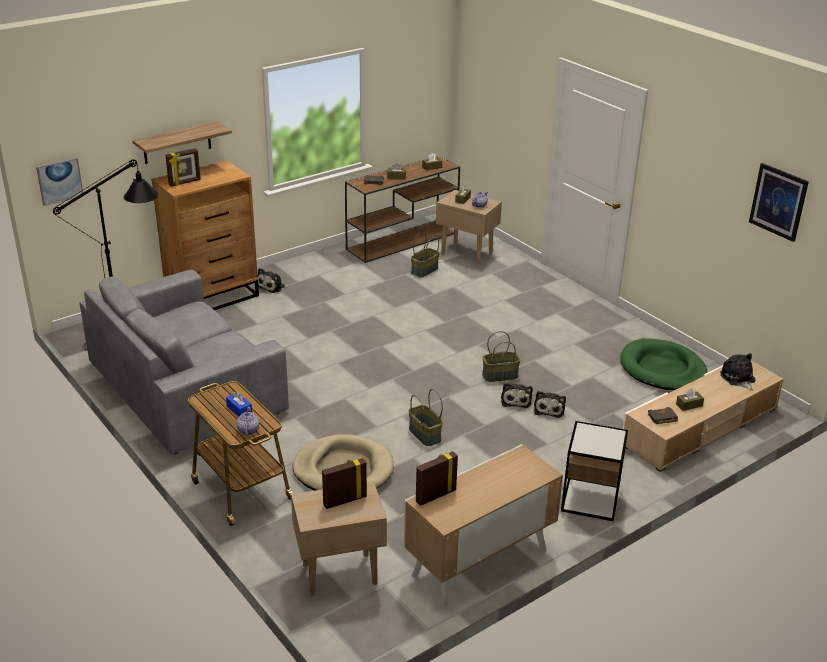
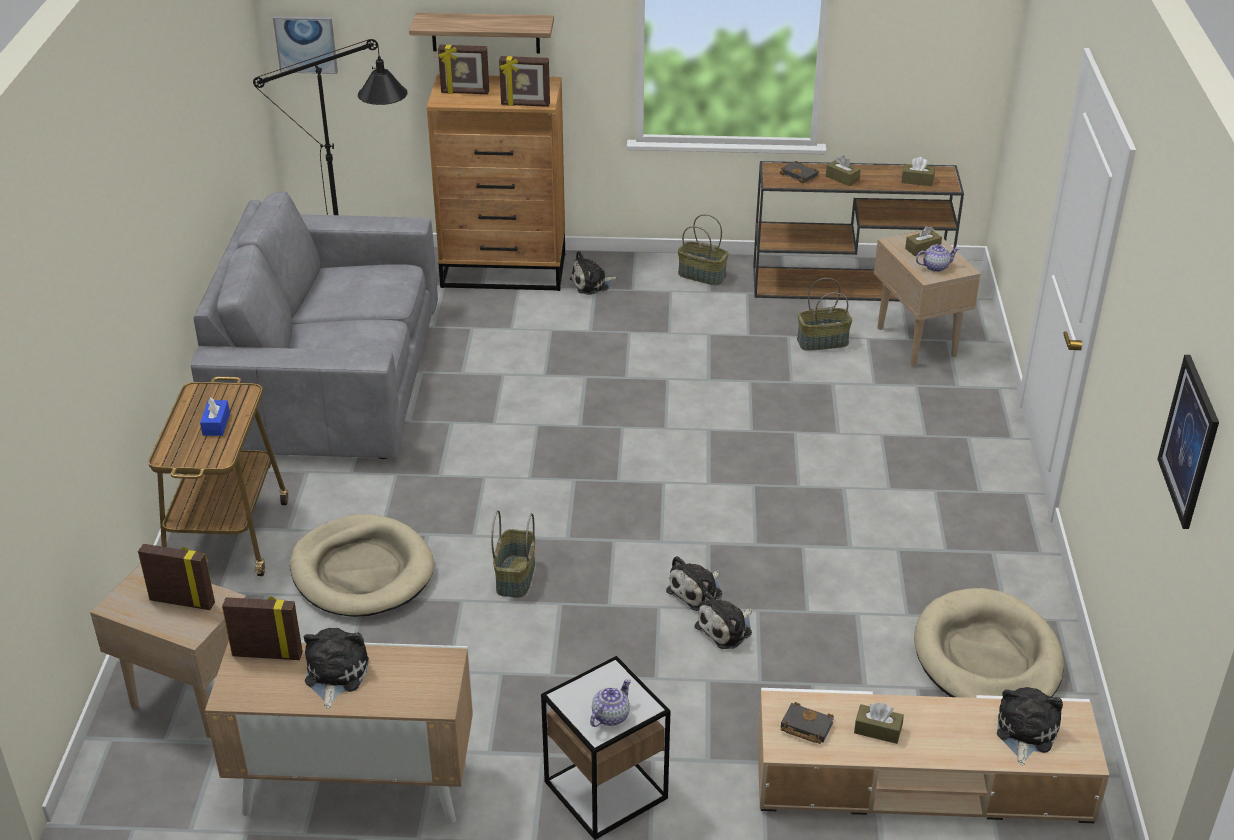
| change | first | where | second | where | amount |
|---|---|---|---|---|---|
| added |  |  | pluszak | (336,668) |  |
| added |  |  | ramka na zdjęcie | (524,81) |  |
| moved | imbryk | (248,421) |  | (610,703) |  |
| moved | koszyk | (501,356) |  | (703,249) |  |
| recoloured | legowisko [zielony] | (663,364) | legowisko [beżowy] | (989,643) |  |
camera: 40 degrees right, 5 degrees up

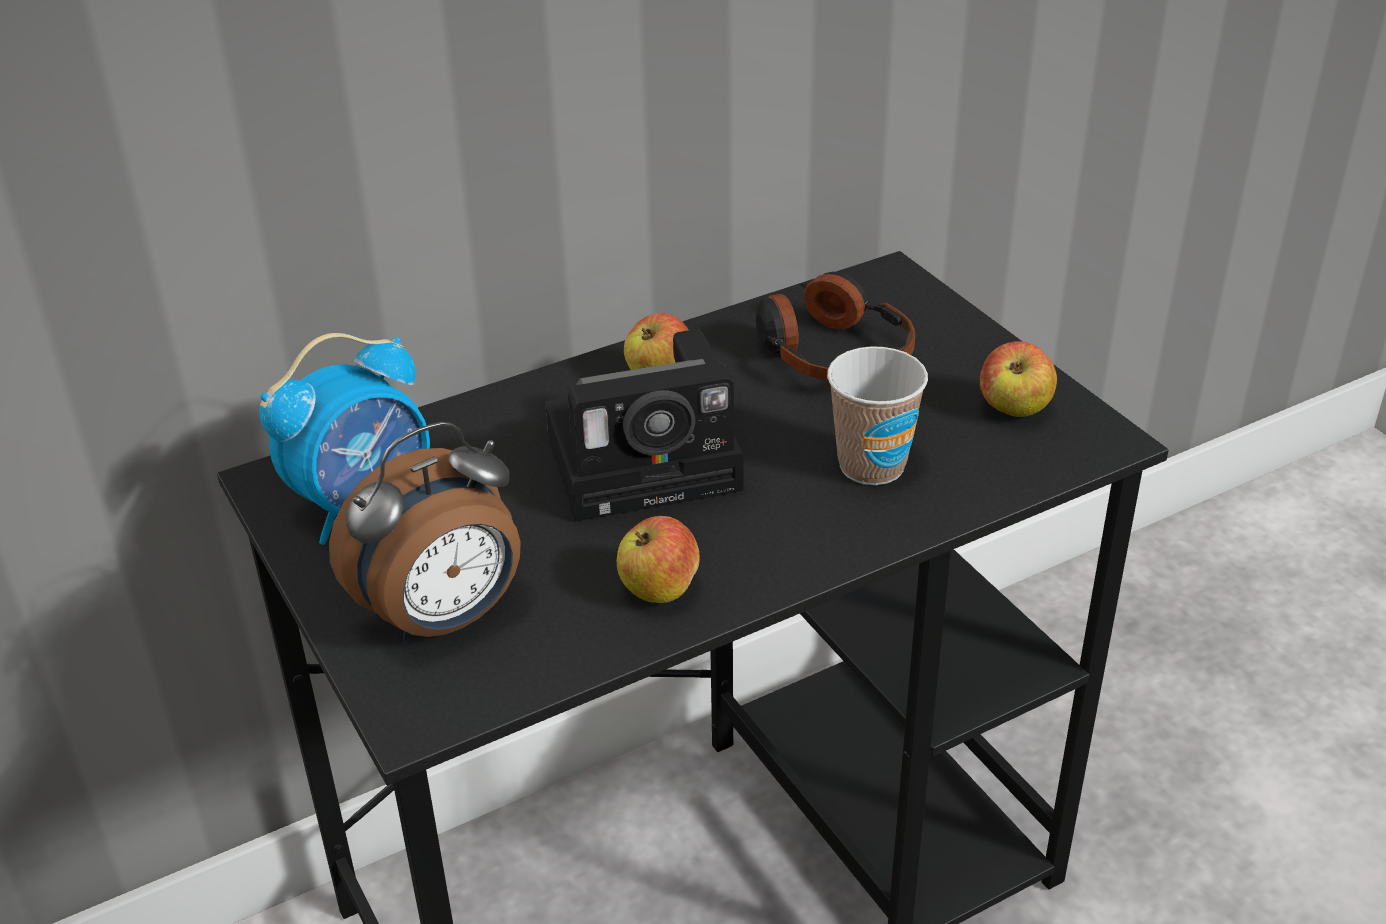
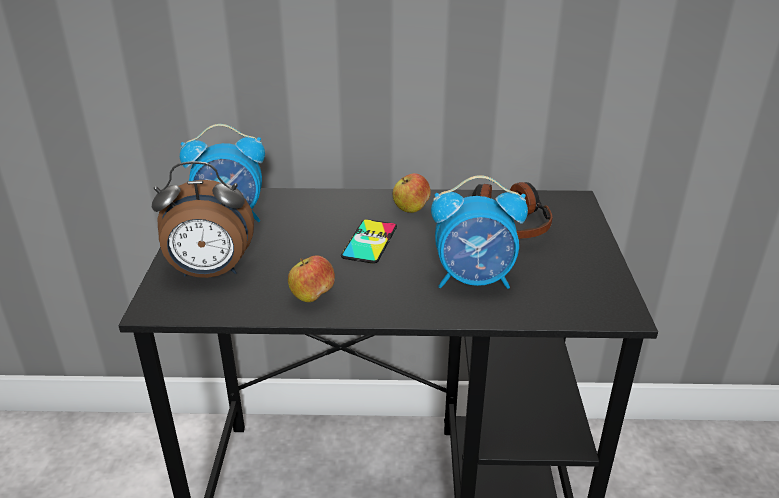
| change | first | where | second | where | amount |
|---|---|---|---|---|---|
| removed | jabłko | (1018,379) |  |  |  |
| replaced | aparat fotograficzny | (644,425) | telefon | (369,241) |  |
| replaced | filiżanka | (877,415) | budzik | (479,232) |  |
camera: 30 degrees right, 5 degrees down

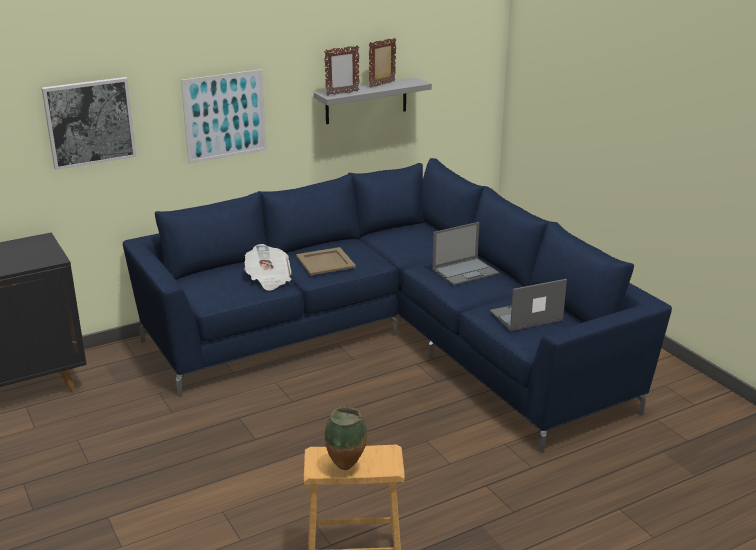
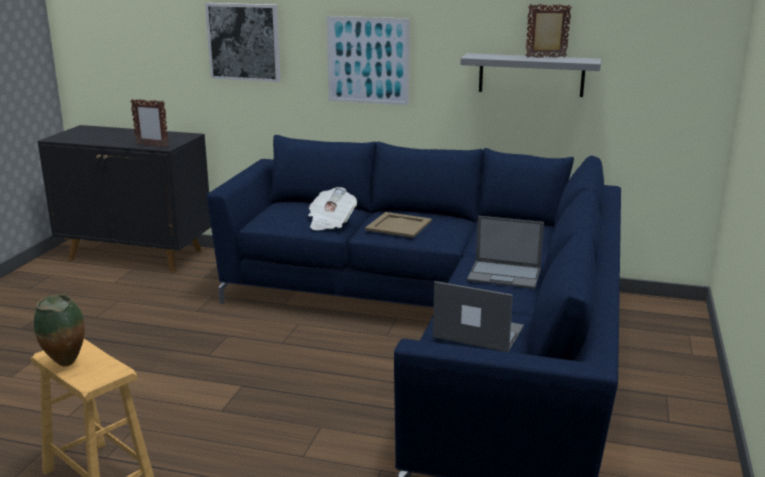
| change | first | where | second | where | amount |
|---|---|---|---|---|---|
| moved | ramka na zdjęcie | (342,70) |  | (149,123) |  |
camera: 45 degrees right, 5 degrees down

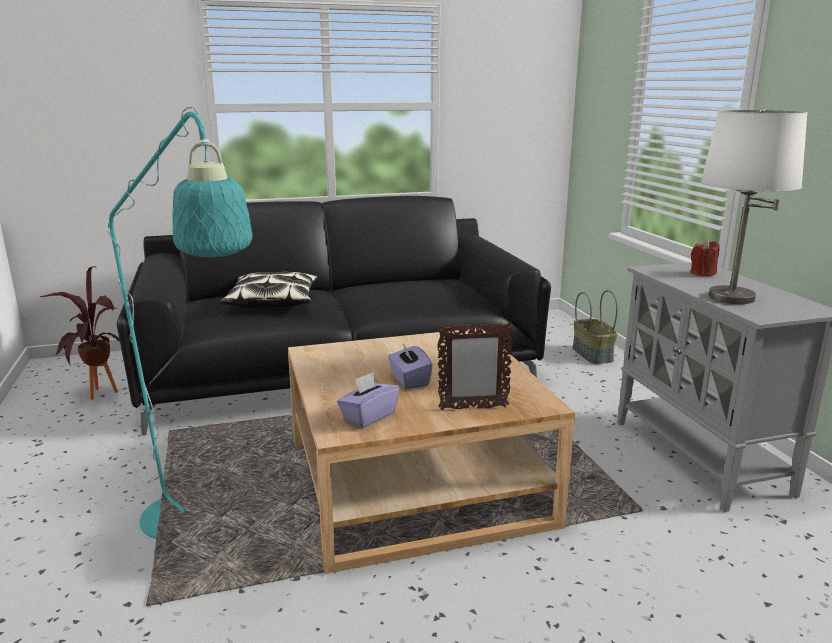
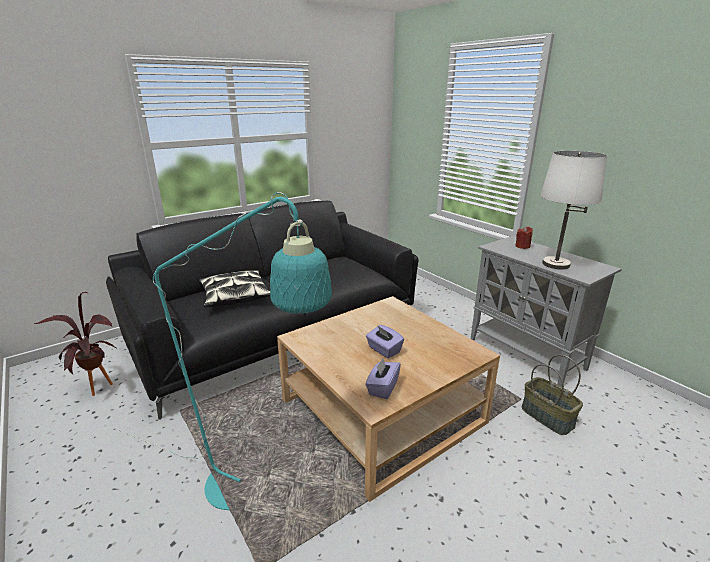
| change | first | where | second | where | amount |
|---|---|---|---|---|---|
| removed | ramka na zdjęcie | (475,365) |  |  |  |
| moved | koszyk | (595,327) |  | (552,395) |  |
camera: 20 degrees left, 5 degrees up

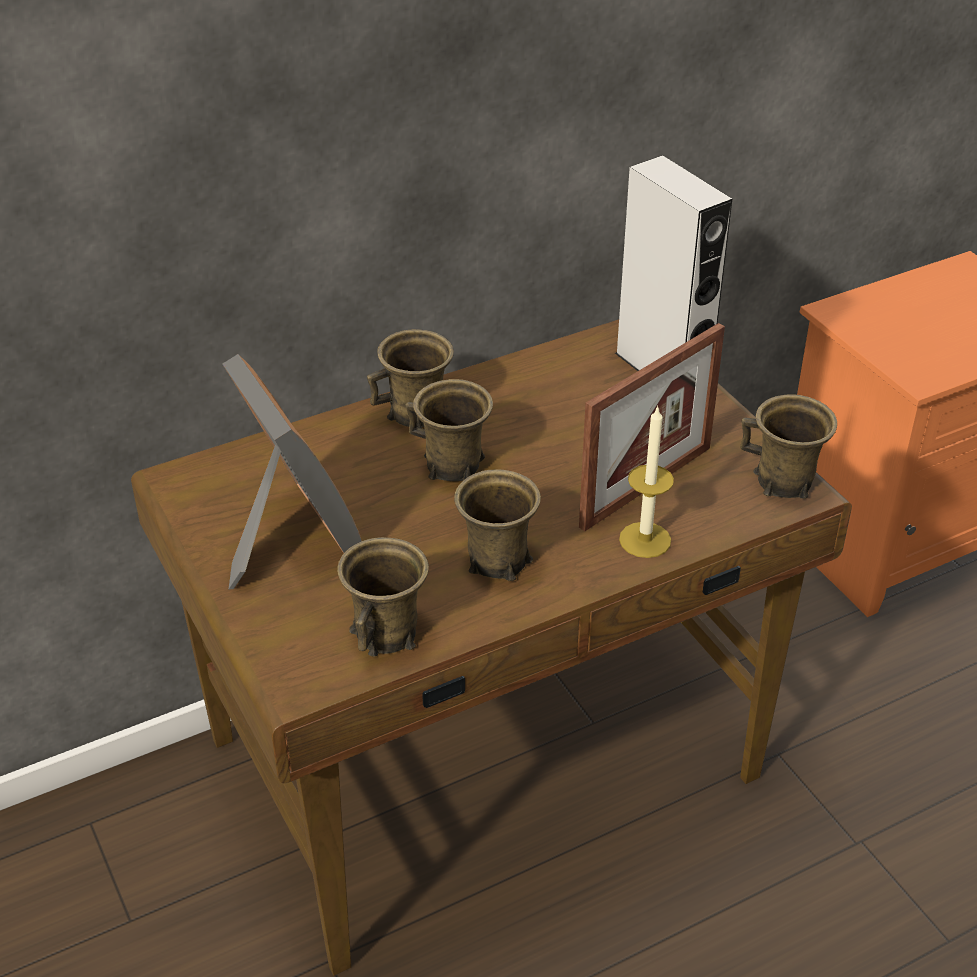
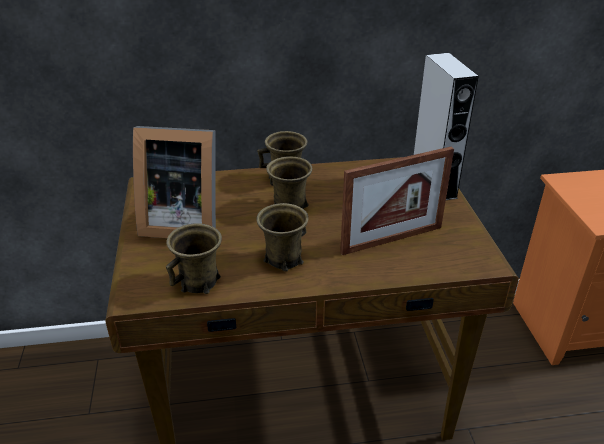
| change | first | where | second | where | amount |
|---|---|---|---|---|---|
| removed | świeca | (646,481) |  |  |  |
| removed | kubek [brązowy] | (788,446) |  |  |  |
| turned | ramka na zdjęcie | (292,472) |  | (174,182) | 105 degrees clockwise |
camera: 20 degrees right, 5 degrees down

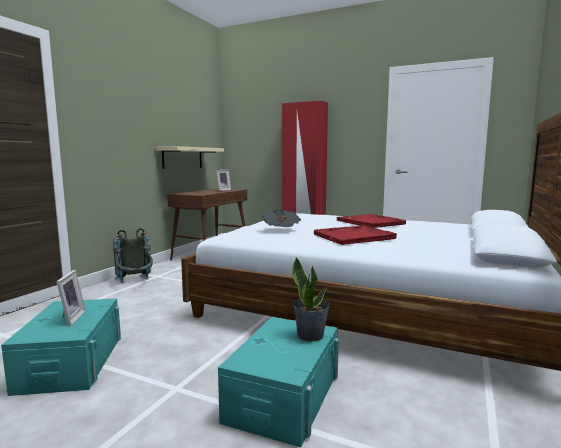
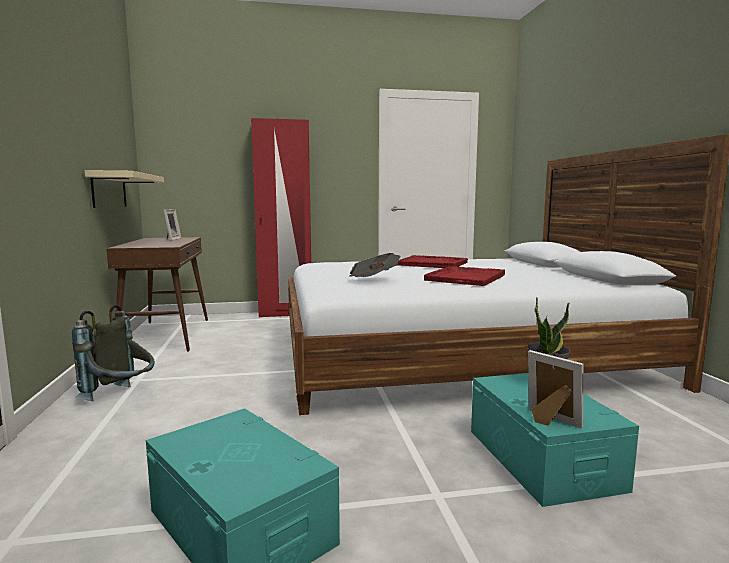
| change | first | where | second | where | amount |
|---|---|---|---|---|---|
| moved | ramka na zdjęcie | (71,298) |  | (556,389) |  |
camera: 35 degrees left, 0 degrees up

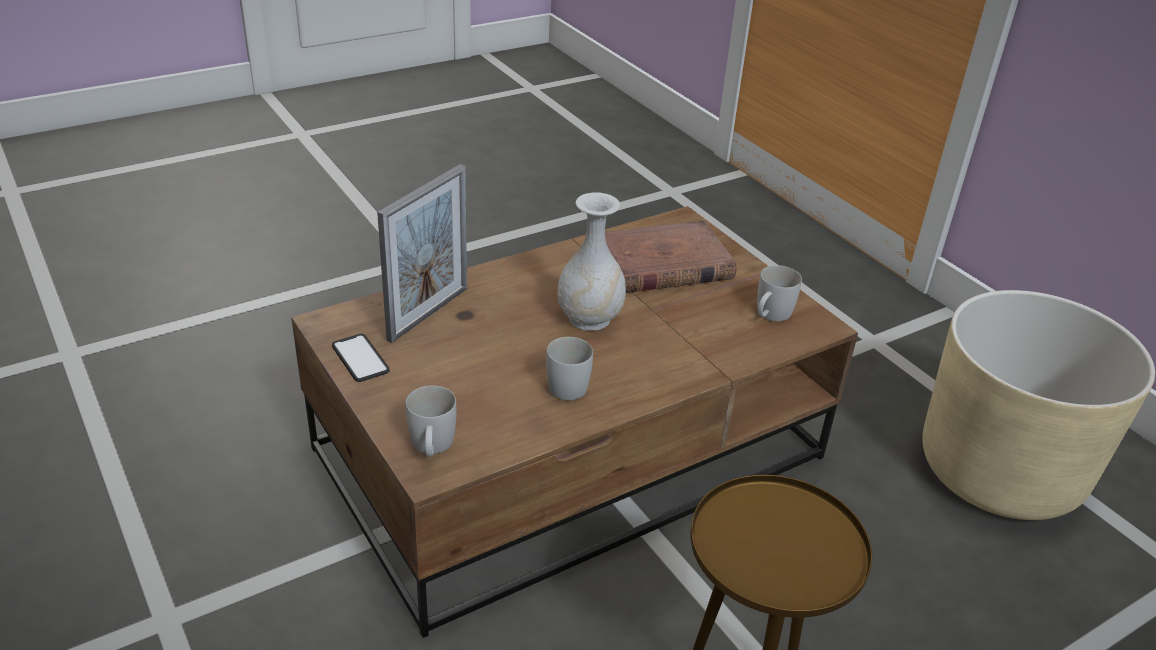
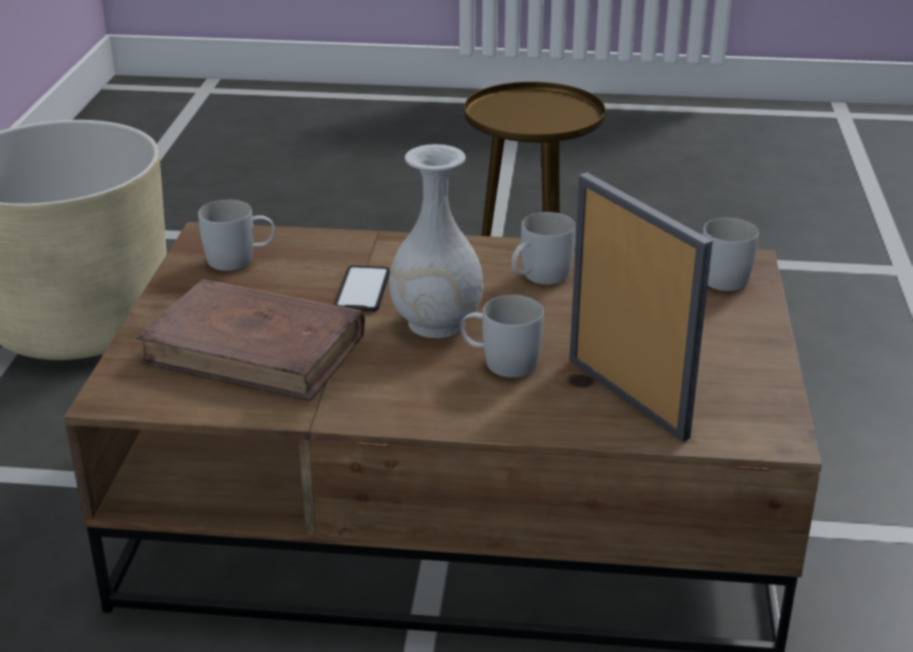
| change | first | where | second | where | amount |
|---|---|---|---|---|---|
| added |  |  | kubek [biały] | (502,336) |  |
| moved | telefon | (361,358) |  | (362,288) |  |
| turned | ramka na zdjęcie | (422,253) |  | (641,307) | 75 degrees clockwise |
camera: 140 degrees left, 5 degrees down

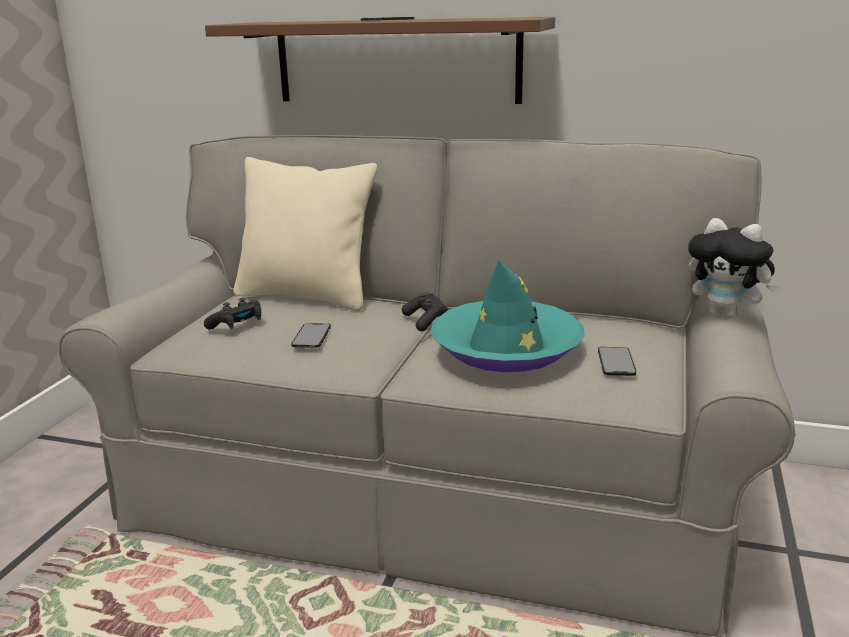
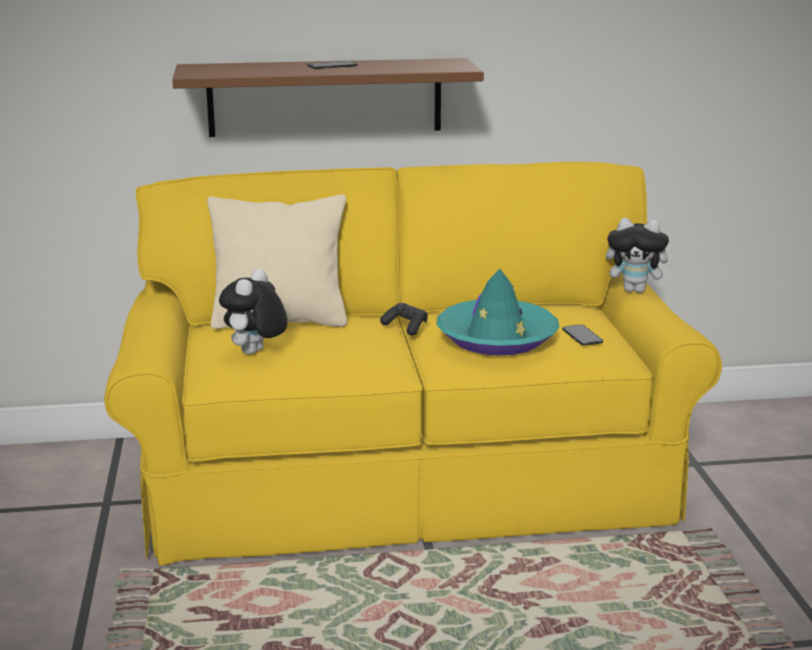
| change | first | where | second | where | amount |
|---|---|---|---|---|---|
| removed | telefon | (311,335) |  |  |  |
| replaced | pad do gier [czarny] | (232,314) | pluszak | (253,311) |  |
| recoloured | kanapa [szary] | (427,385) | kanapa [żółty] | (413,364) |  |
camera: 25 degrees left, 0 degrees up

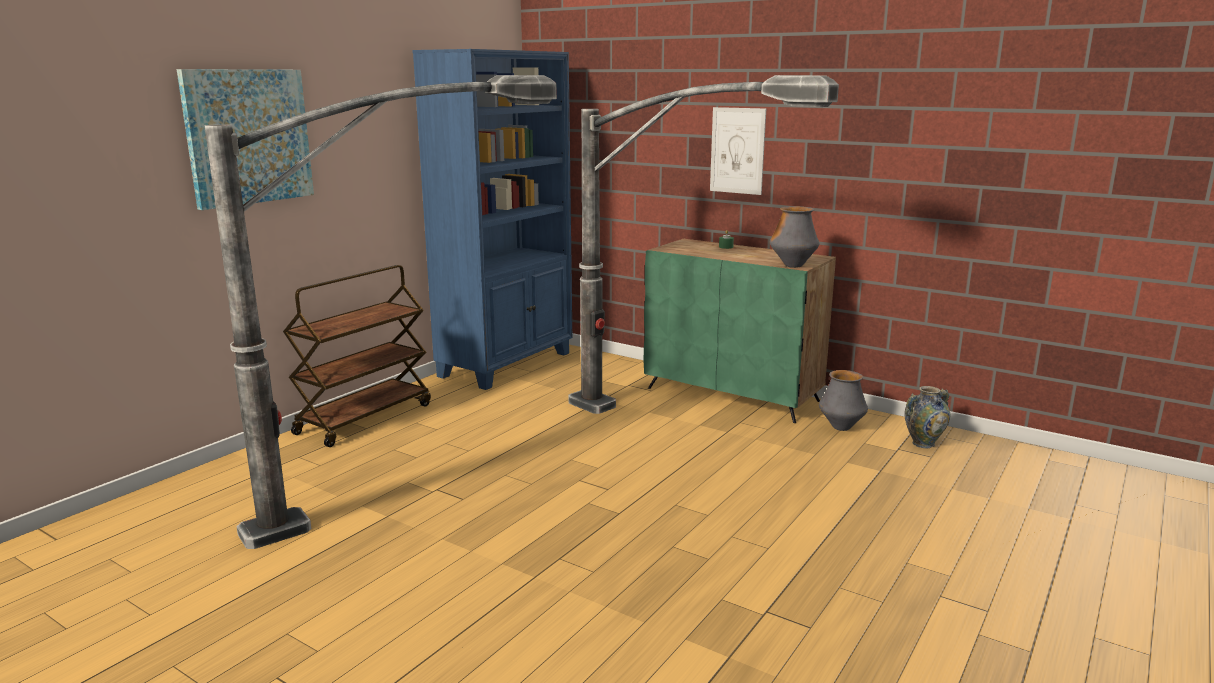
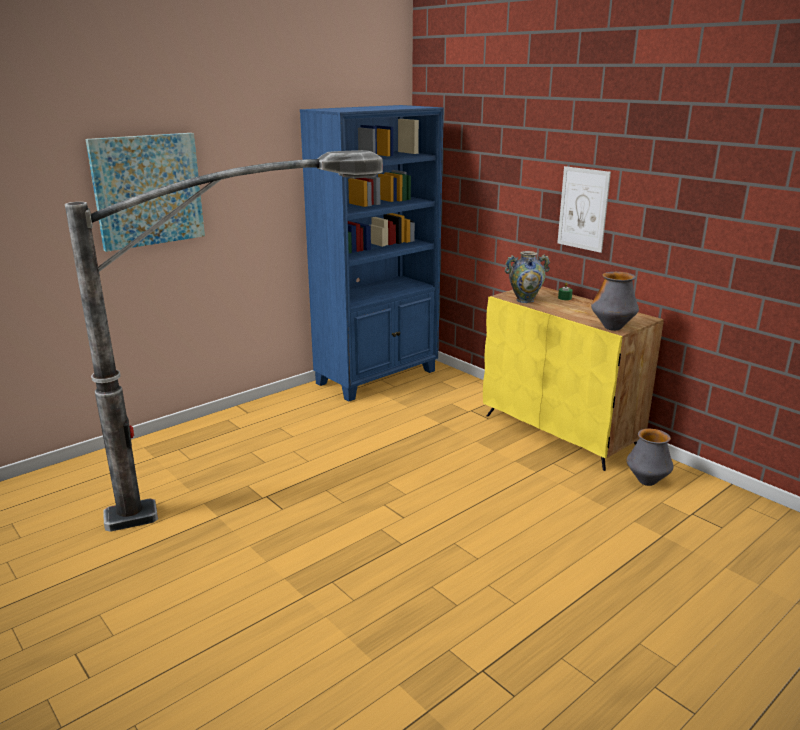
| change | first | where | second | where | amount |
|---|---|---|---|---|---|
| removed | wózek [brązowy] | (357,356) |  |  |  |
| removed | lampa stojąca | (704,244) |  |  |  |
| moved | wazon | (927,417) |  | (527,277) |  |
| recoloured | szafka [zielony] | (740,331) | szafka [żółty] | (573,378) |  |
camera: 15 degrees right, 5 degrees up

